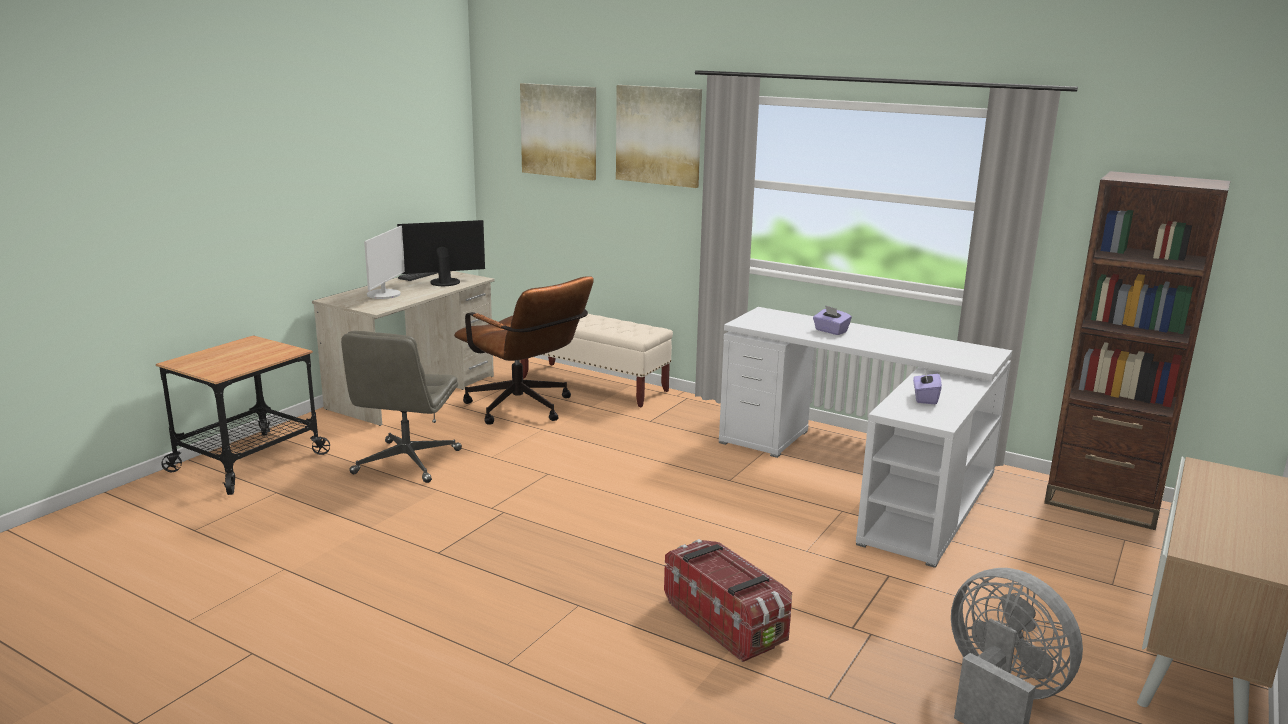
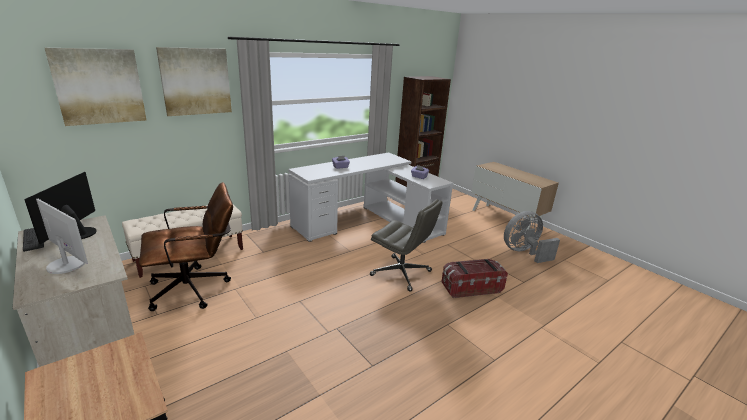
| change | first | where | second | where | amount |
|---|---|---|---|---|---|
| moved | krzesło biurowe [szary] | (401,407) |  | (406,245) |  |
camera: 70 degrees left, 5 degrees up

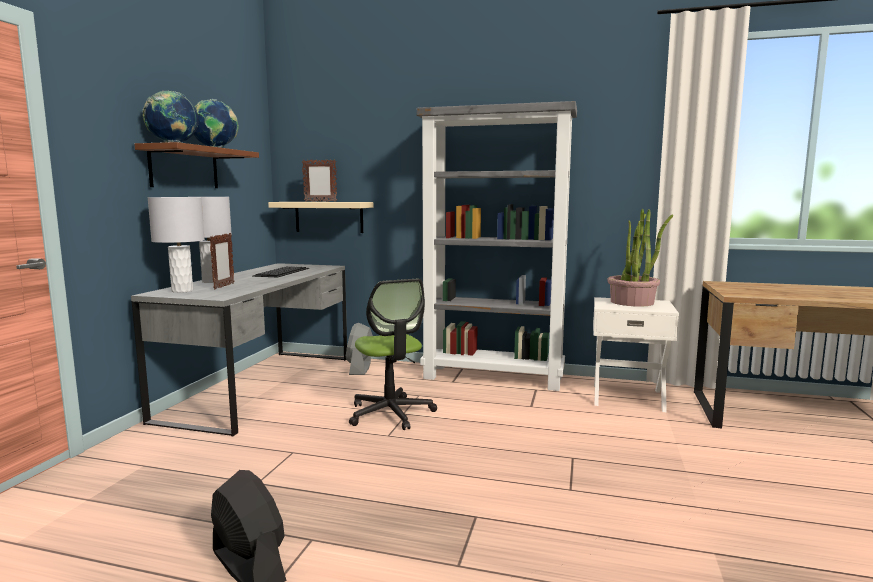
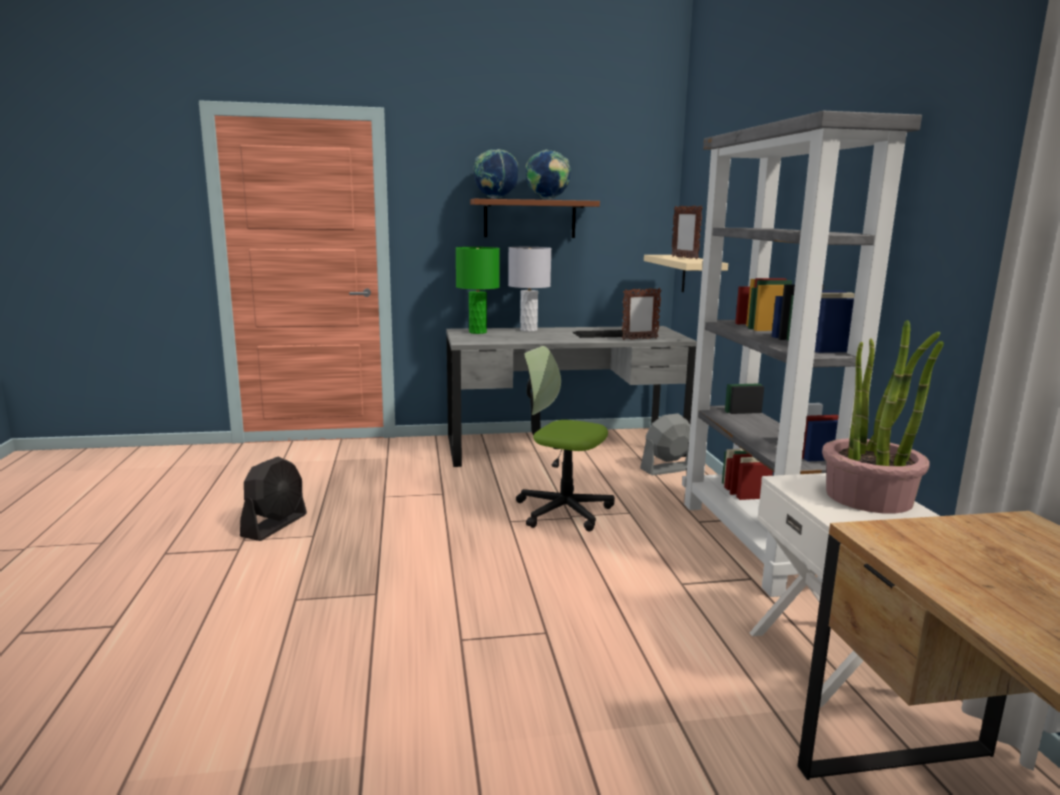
| change | first | where | second | where | amount |
|---|---|---|---|---|---|
| moved | ramka na zdjęcie | (222,261) |  | (642,314) |  |
| recoloured | lampa stołowa [szary] | (176,245) | lampa stołowa [zielony] | (478,290) |  |
| turned | krzesło biurowe | (393,354) |  | (565,439) | 75 degrees clockwise |
camera: 65 degrees right, 5 degrees up

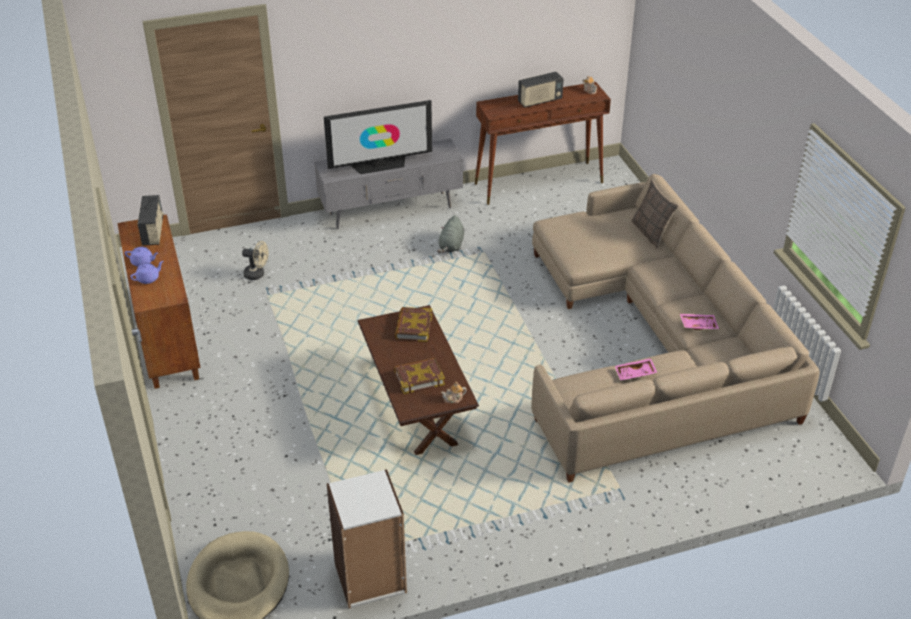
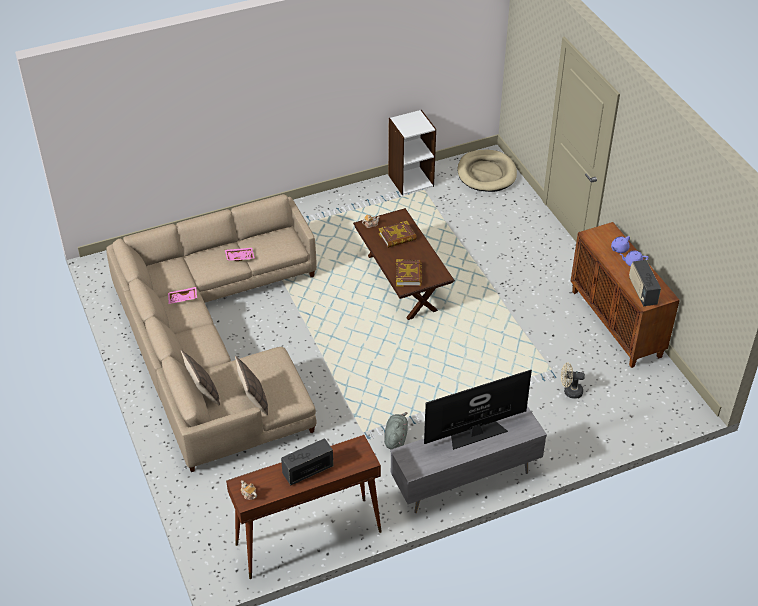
| change | first | where | second | where | amount |
|---|---|---|---|---|---|
| added |  |  | poduszka | (251,386) |  |
camera: 175 degrees right, 5 degrees up

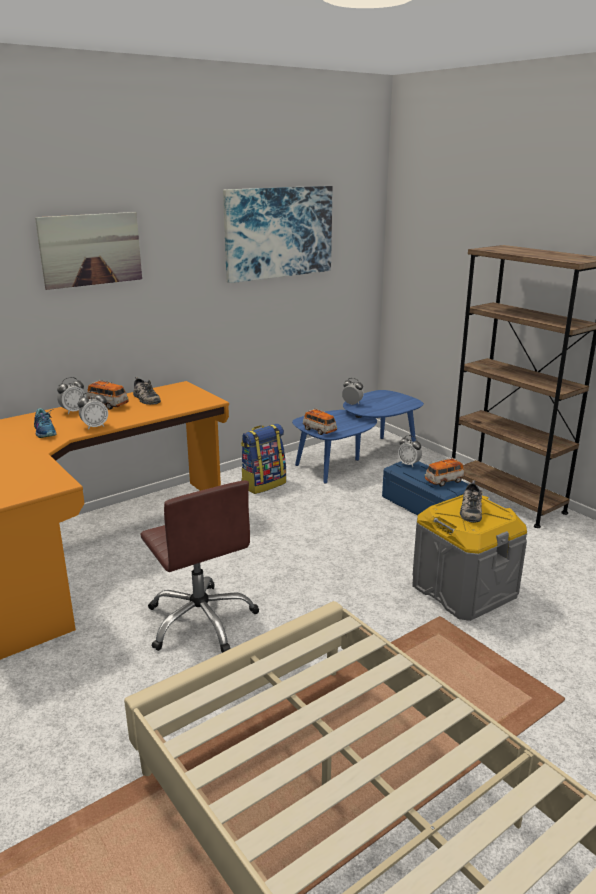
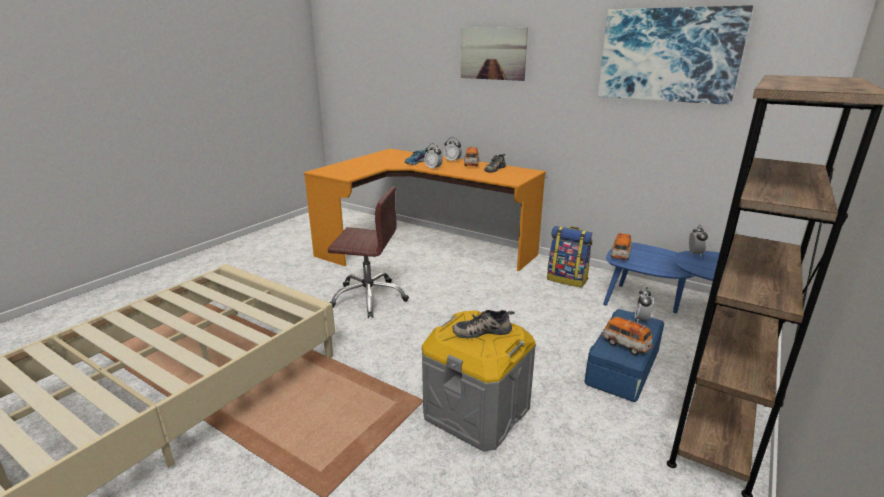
| change | first | where | second | where | amount |
|---|---|---|---|---|---|
| turned | krzesło biurowe [brązowy] | (199,566) |  | (368,252) | 120 degrees counterclockwise |
camera: 70 degrees right, 0 degrees up

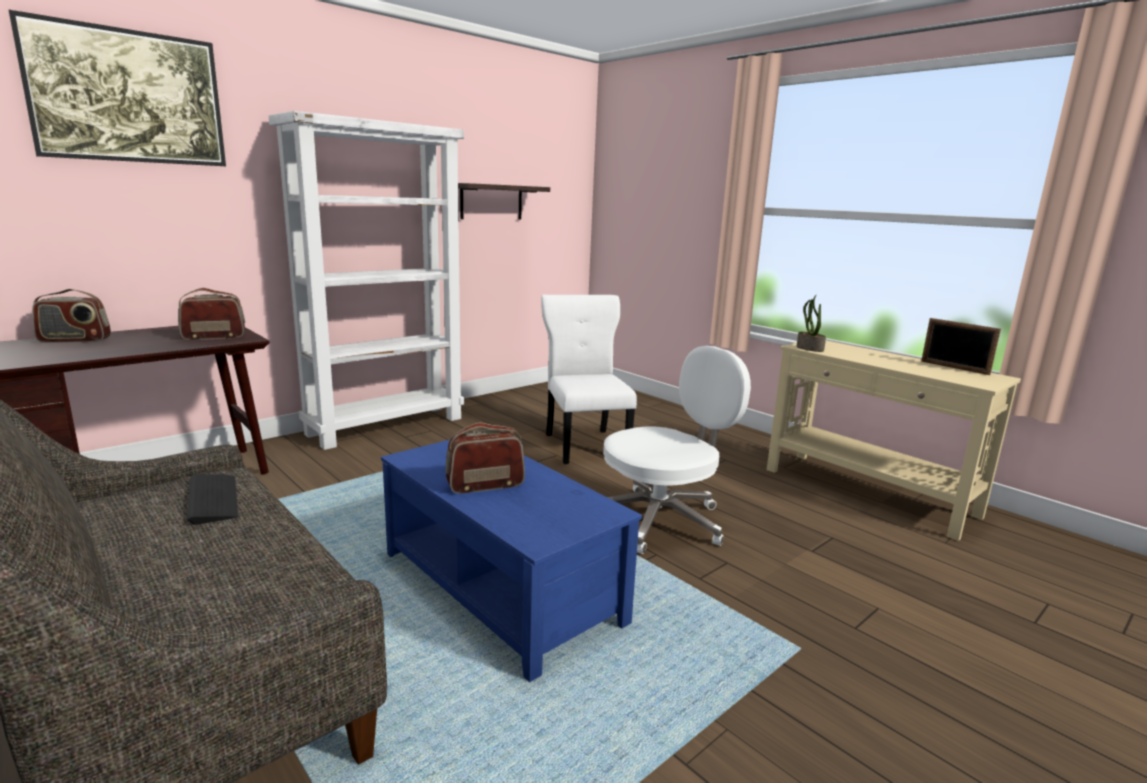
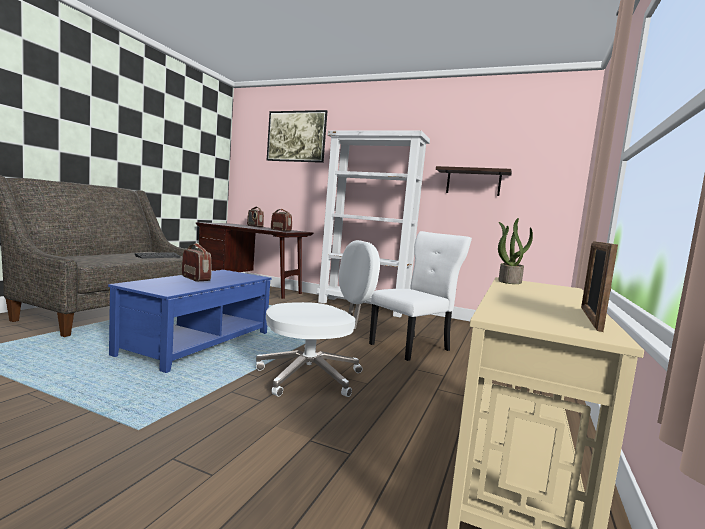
| change | first | where | second | where | amount |
|---|---|---|---|---|---|
| turned | krzesło biurowe [biały] | (677,450) |  | (318,318) | 60 degrees counterclockwise |
camera: 65 degrees right, 10 degrees down

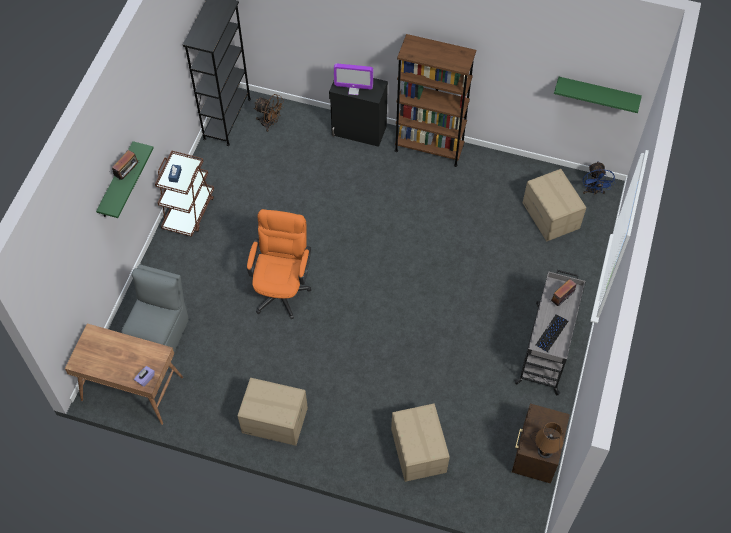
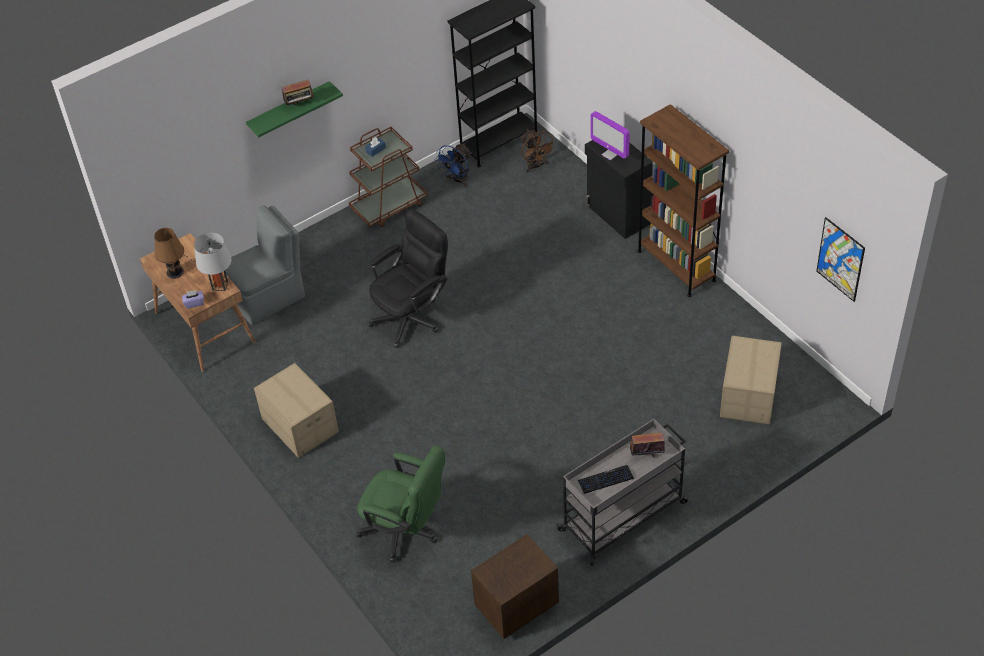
| change | first | where | second | where | amount |
|---|---|---|---|---|---|
| added |  |  | lampa stołowa [szary] | (213,261) |  |
| moved | lampa stołowa [brązowy] | (547,440) |  | (175,253) |  |
| moved | wentylator [niebieski] | (599,177) |  | (453,165) |  |
| replaced | karton | (420,443) | krzesło biurowe [zielony] | (400,504) |  |
| replaced | półka [zielony] | (598,95) | obraz | (840,259) |  |
| recoloured | krzesło biurowe [pomarańczowy] | (279,264) | krzesło biurowe [czarny] | (408,278) |  |
camera: 40 degrees right, 10 degrees down

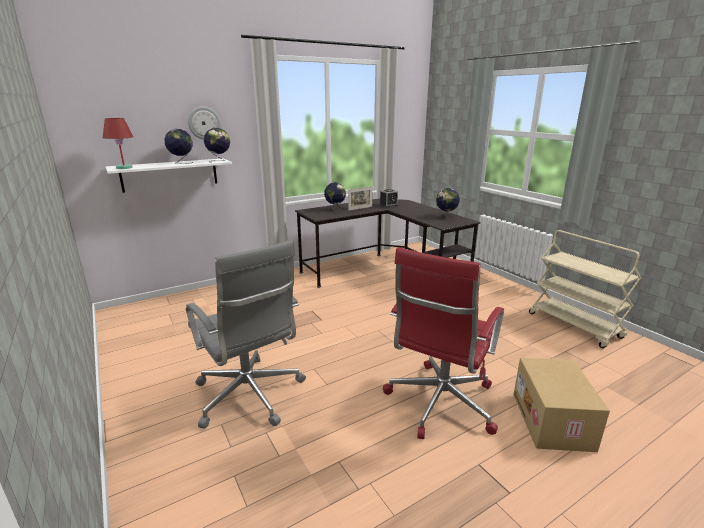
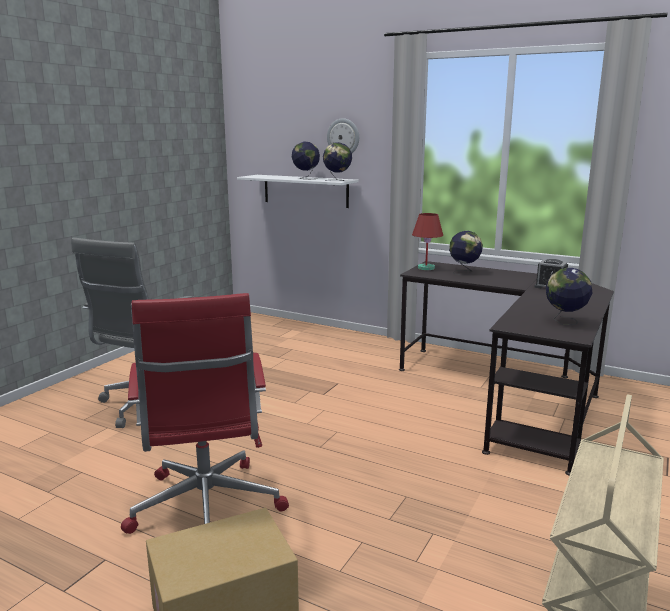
| change | first | where | second | where | amount |
|---|---|---|---|---|---|
| removed | ramka na zdjęcie | (360,198) |  |  |  |
| moved | lampa stołowa [czerwony] | (118,143) |  | (427,241) |  |
| turned | krzesło biurowe [czerwony] | (443,343) |  | (205,413) | 105 degrees counterclockwise |
camera: 60 degrees right, 5 degrees down

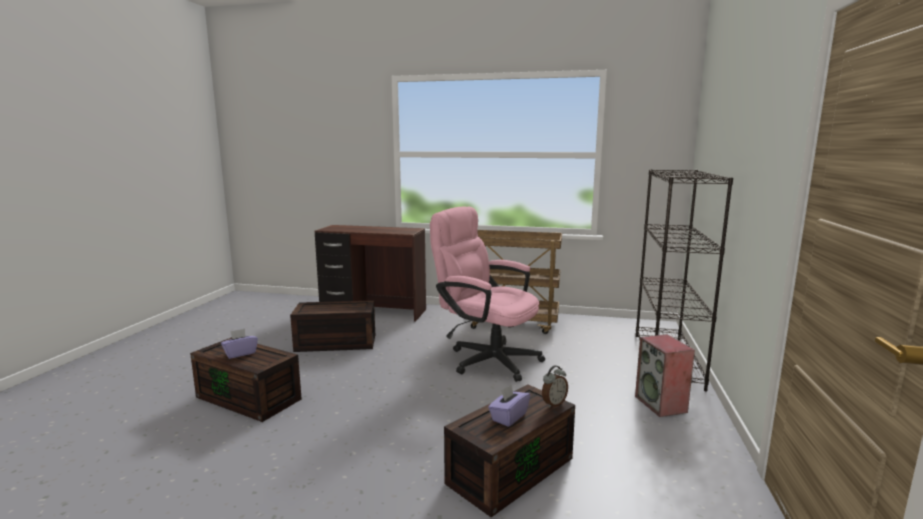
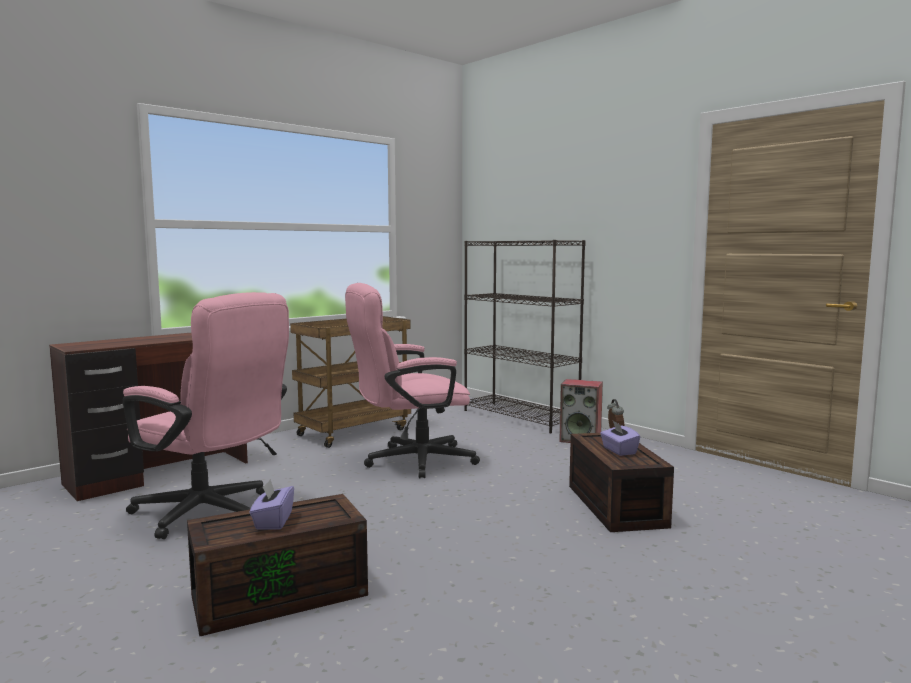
| change | first | where | second | where | amount |
|---|---|---|---|---|---|
| replaced | pojemnik do przechowywania [brązowy] | (332,326) | krzesło biurowe [różowy] | (206,415) |  |
camera: 55 degrees left, 5 degrees down

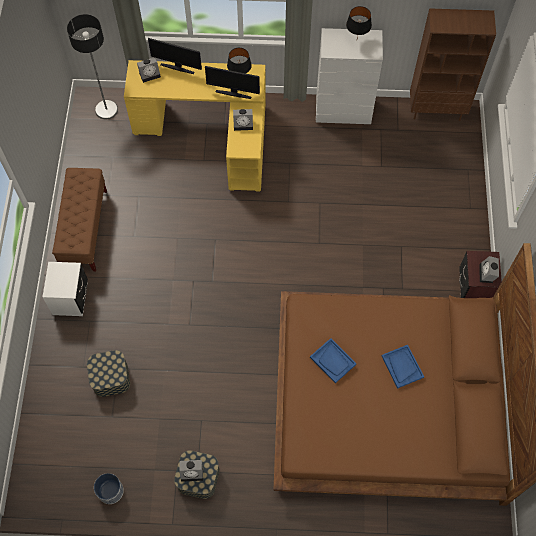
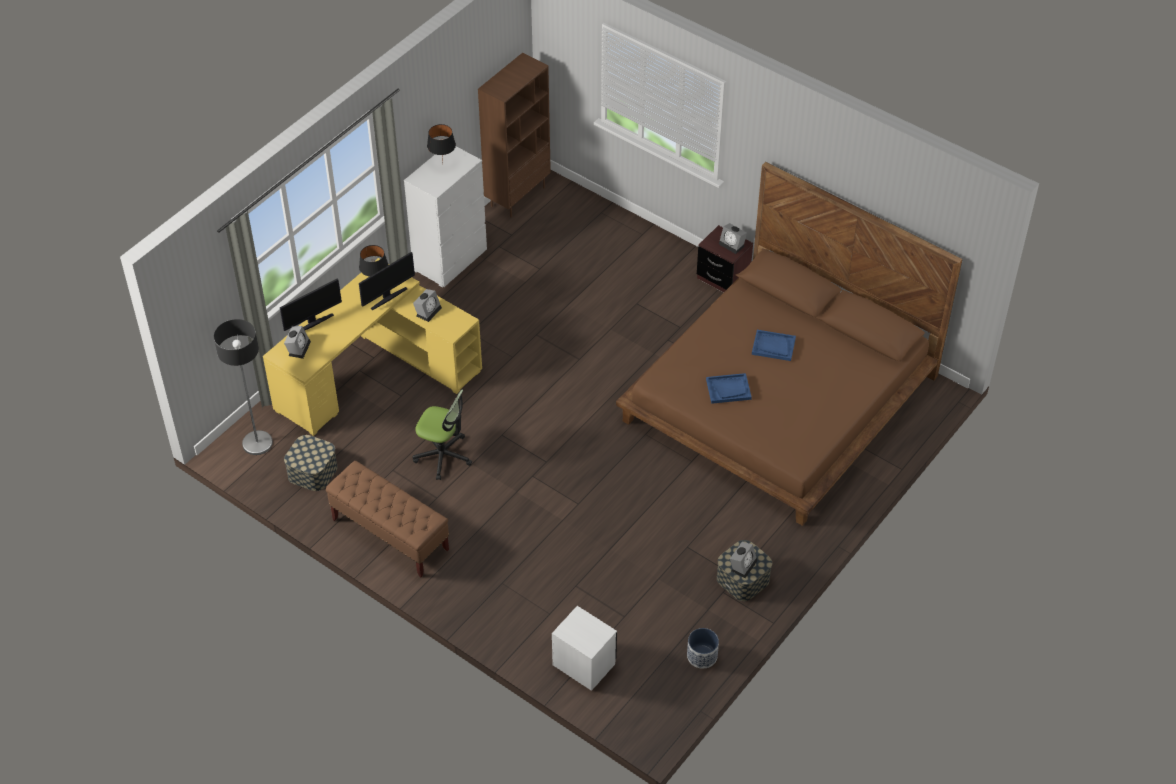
| change | first | where | second | where | amount |
|---|---|---|---|---|---|
| added |  |  | krzesło biurowe | (442,434) |  |
| moved | szafka nocna [biały] | (65,289) |  | (584,648) |  |
| moved | pojemnik do przechowywania | (108,373) |  | (311,463) |  |
camera: 55 degrees left, 15 degrees down

